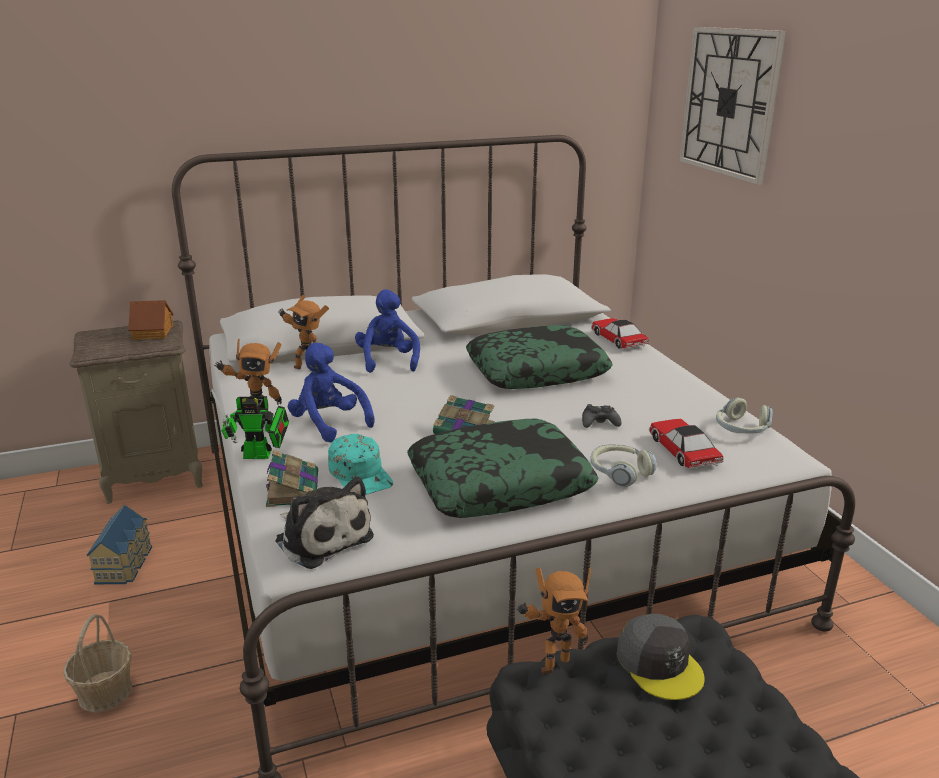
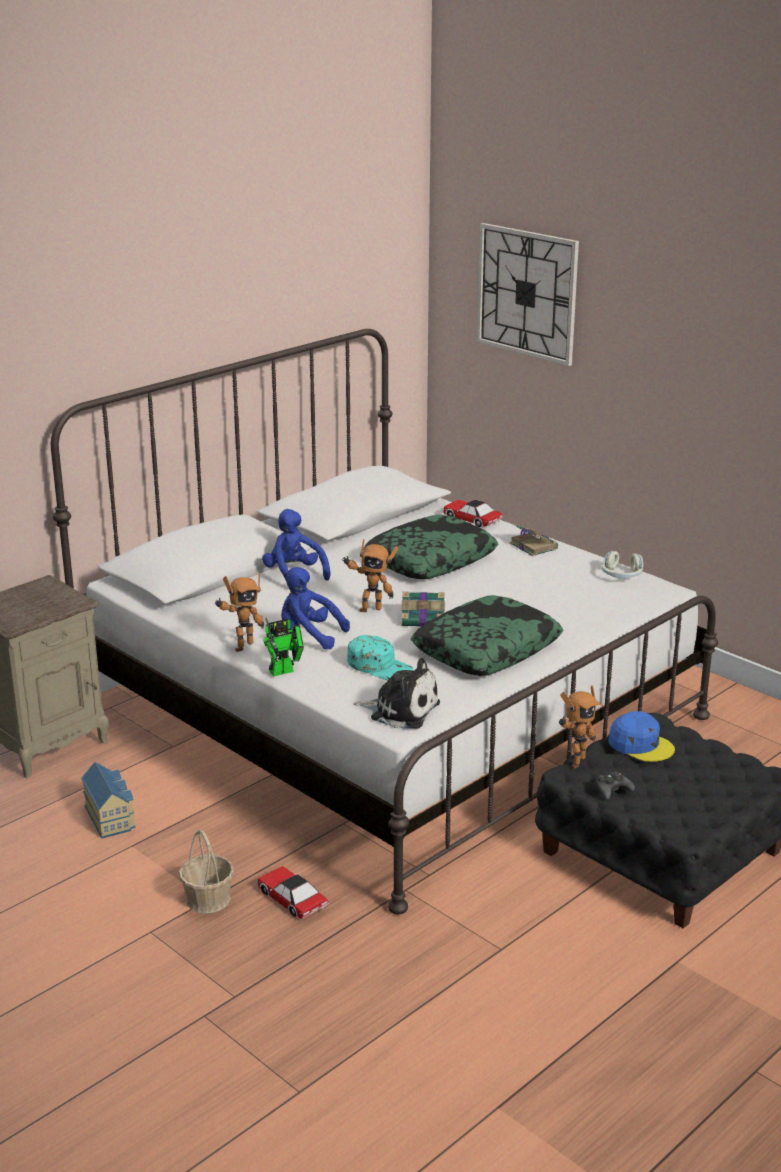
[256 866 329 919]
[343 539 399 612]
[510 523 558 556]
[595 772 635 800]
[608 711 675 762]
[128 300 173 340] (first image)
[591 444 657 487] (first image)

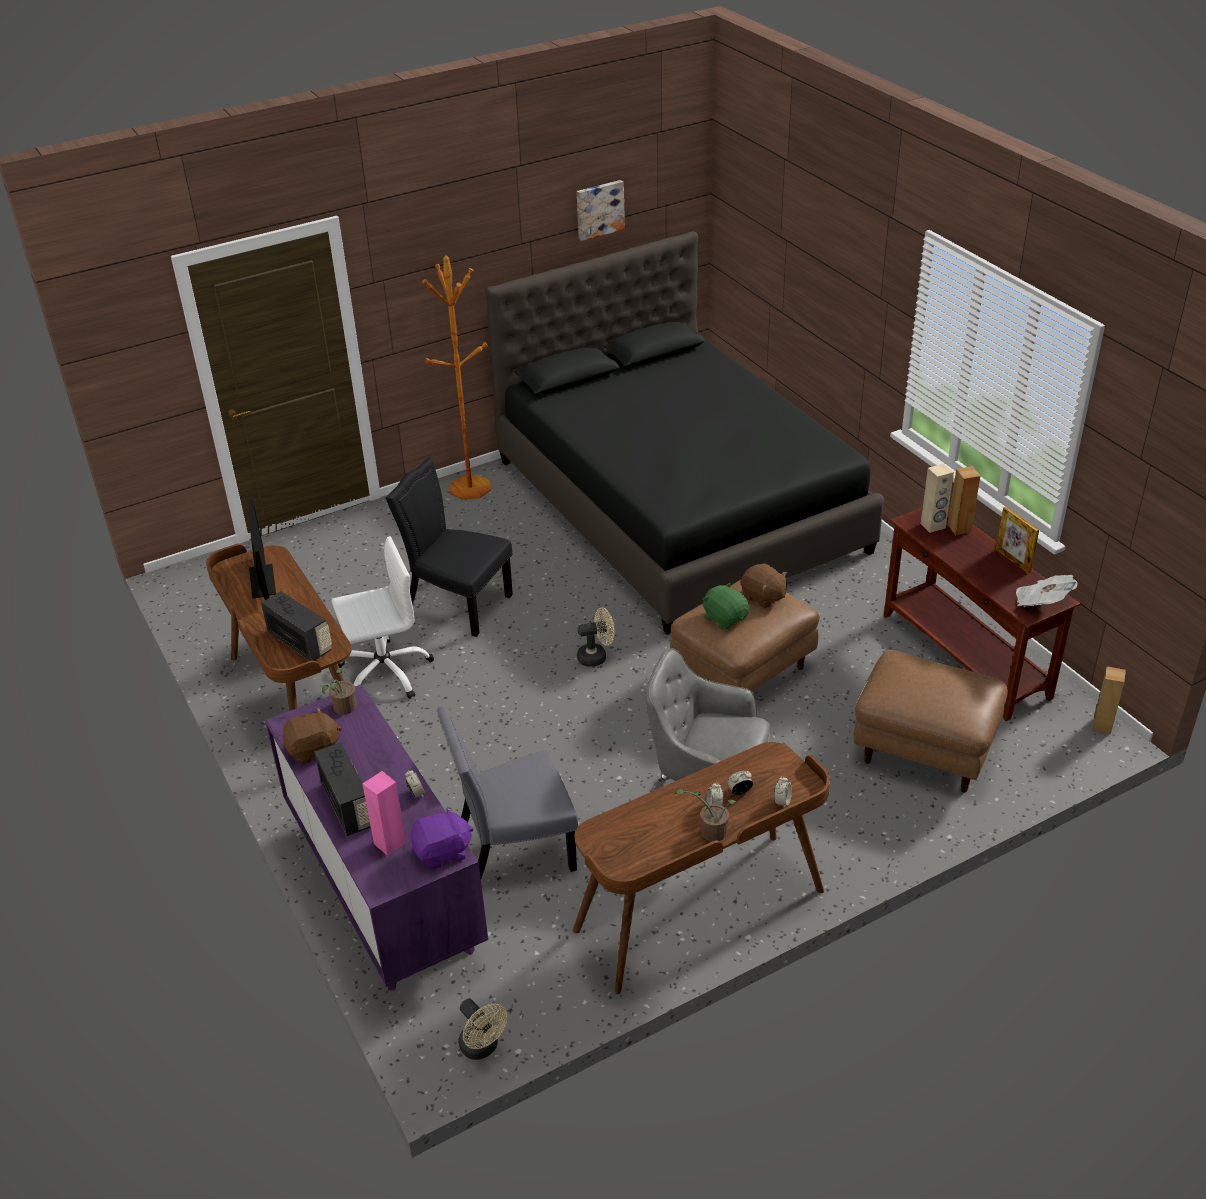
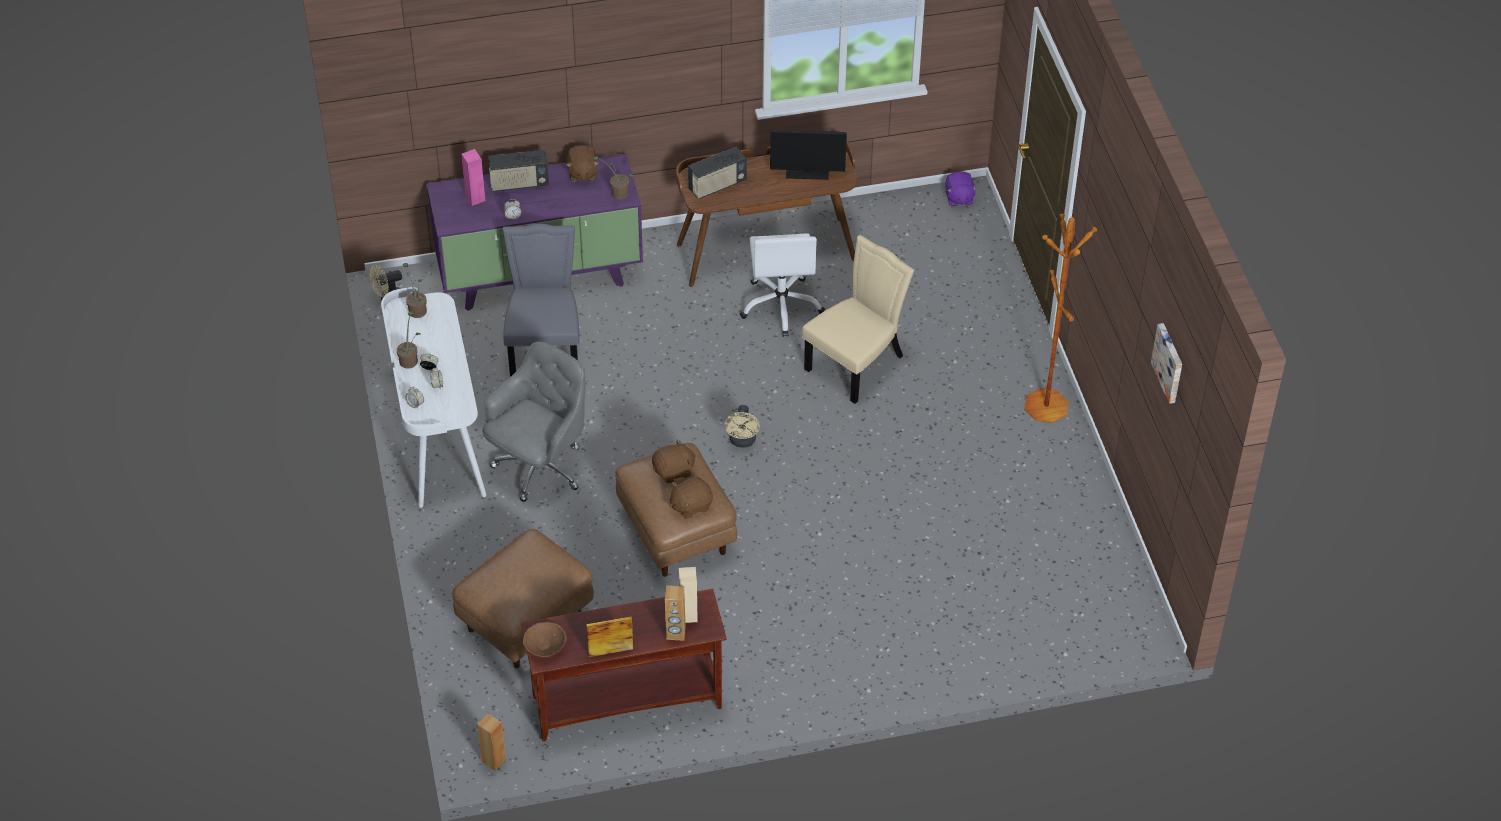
[381 287 487 508]
[403 263 427 318]
[523 622 567 657]
[652 439 696 483]
[802 235 914 404]
[945 171 978 206]
[485 231 884 635] (first image)

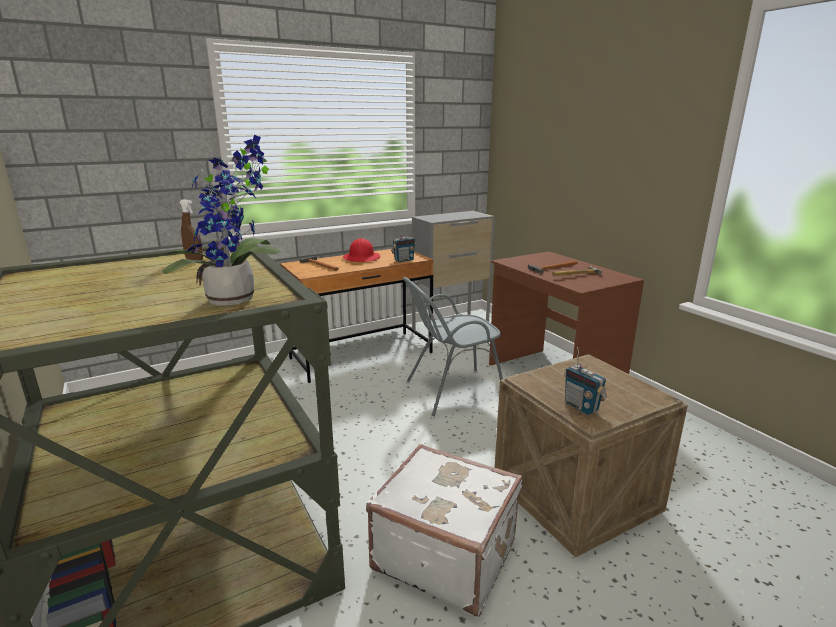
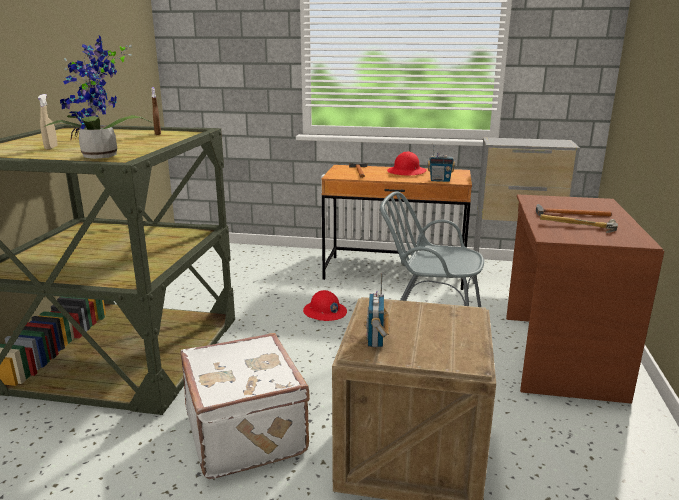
[38 94 57 149]
[303 290 347 321]

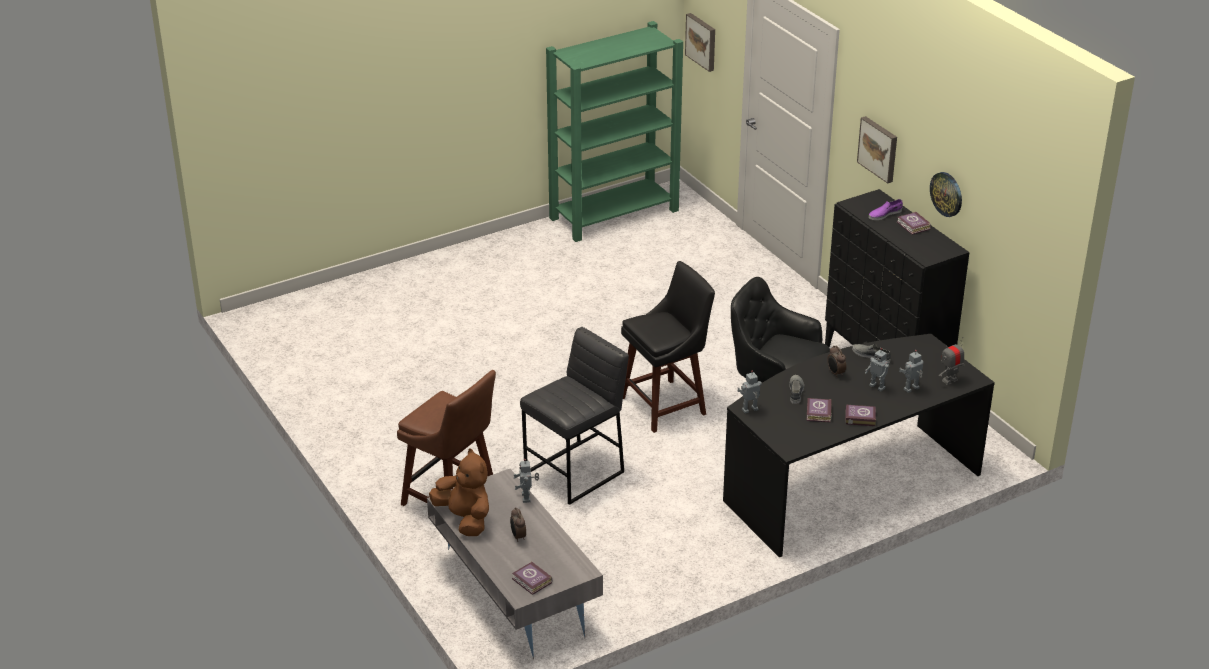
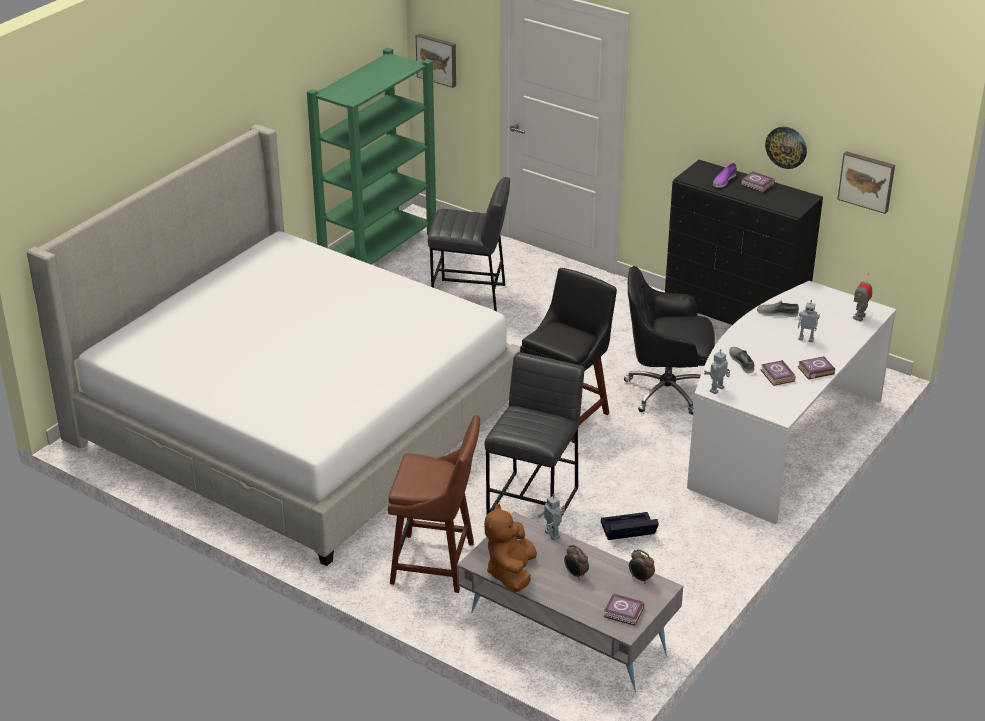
[27 124 520 566]
[428 177 510 312]
[484 503 537 592]
[601 512 659 540]
[629 549 655 584]
[687 281 896 525]
[837 151 895 214]
[899 350 924 393] (first image)

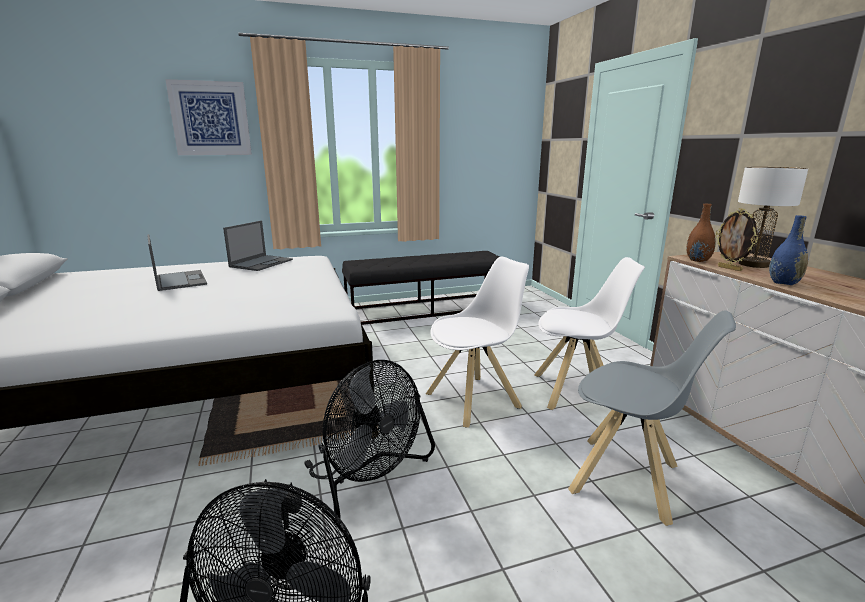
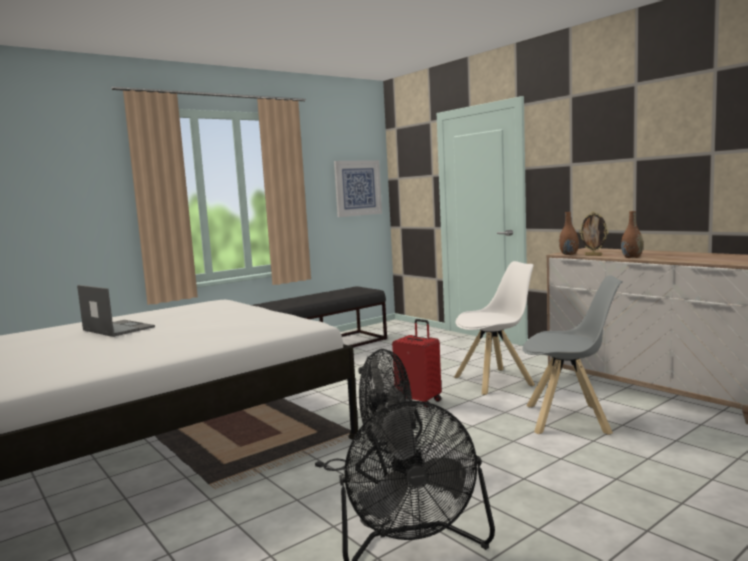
[334 160 382 217]
[392 319 442 407]
[621 211 643 258]
[223 221 293 271] (first image)
[738 167 808 268] (first image)

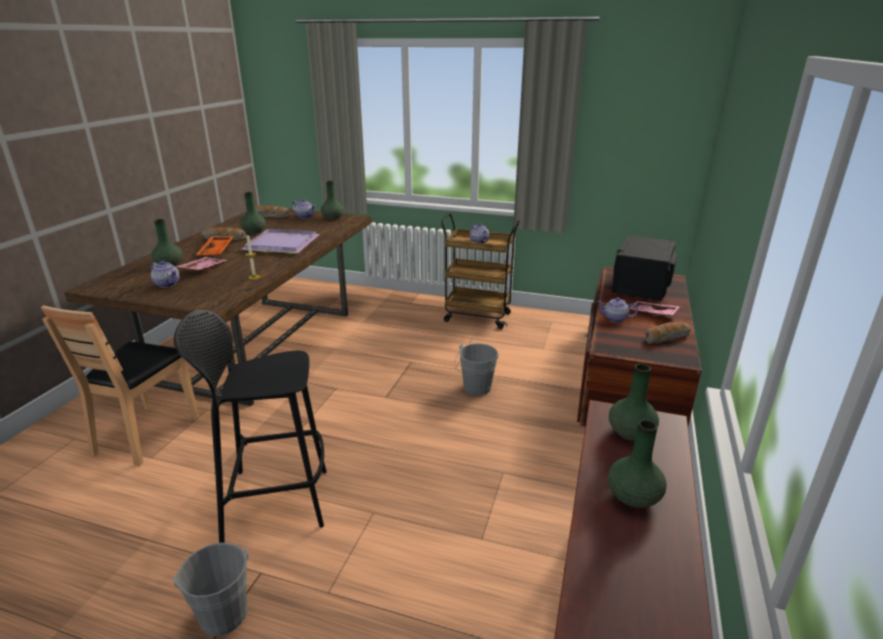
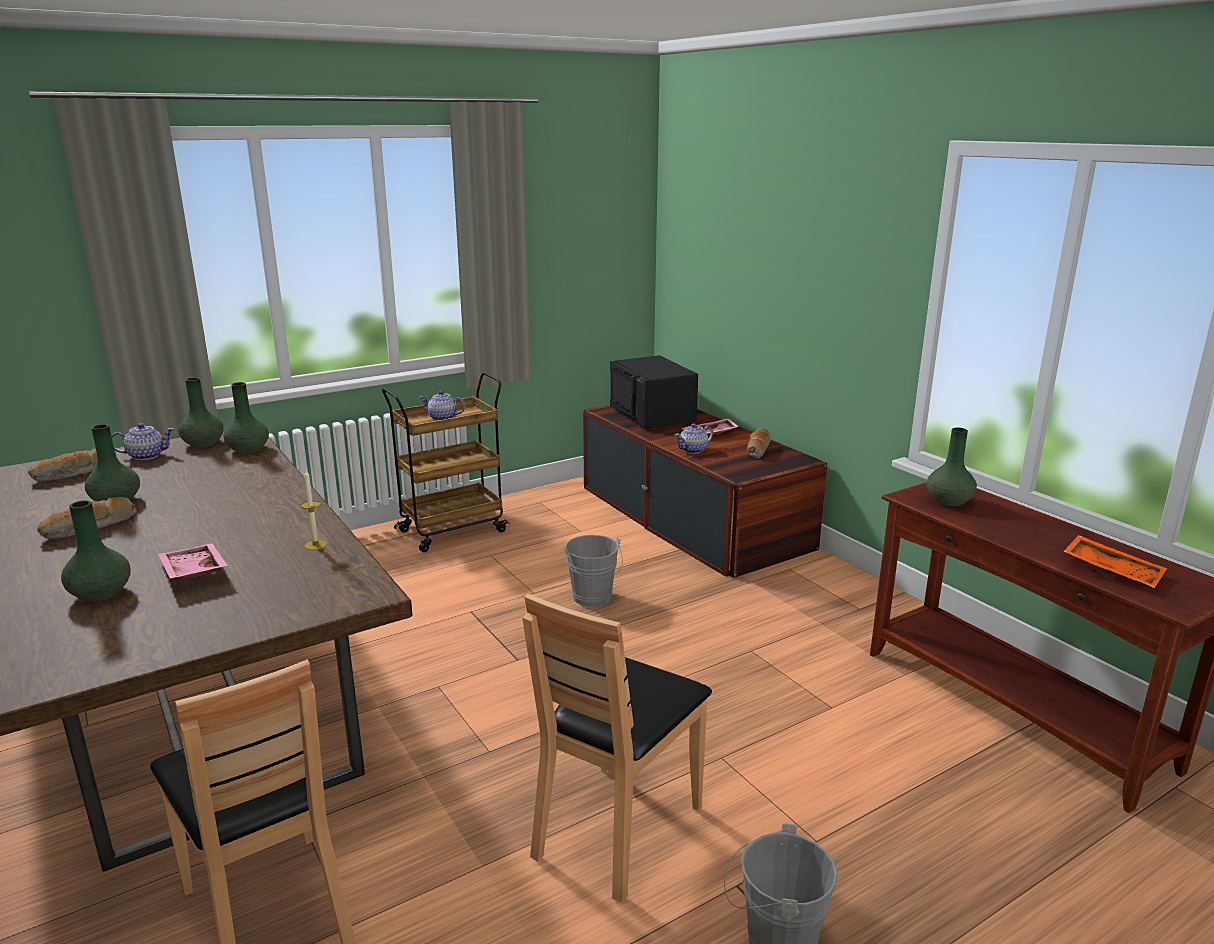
[223 382 269 454]
[522 593 712 902]
[1064 535 1167 588]
[151 261 179 288] (first image)
[240 229 320 254] (first image)

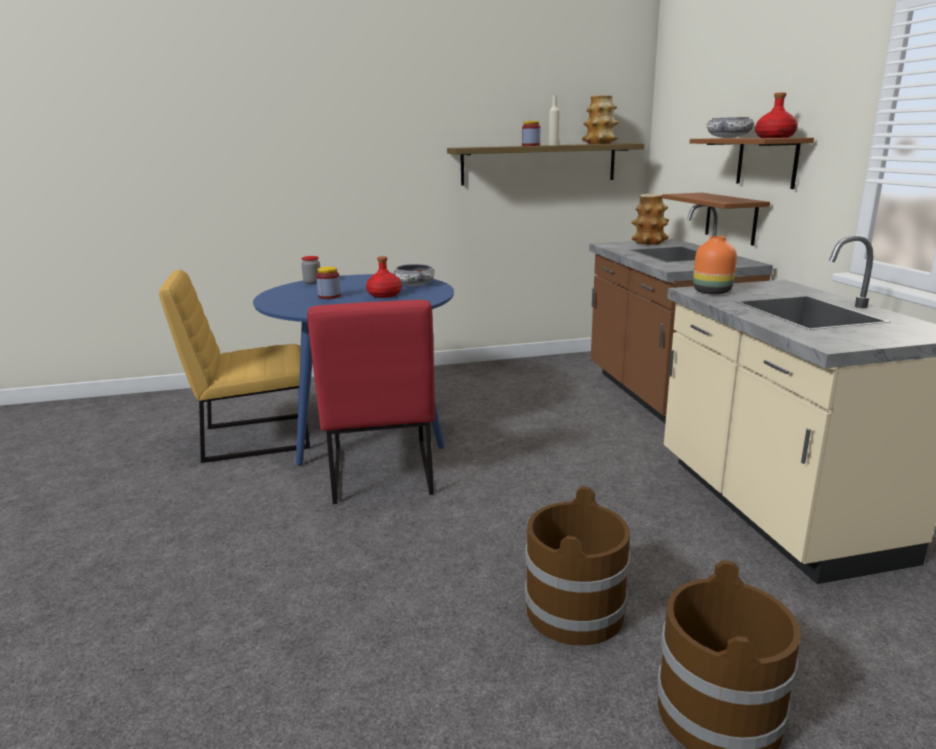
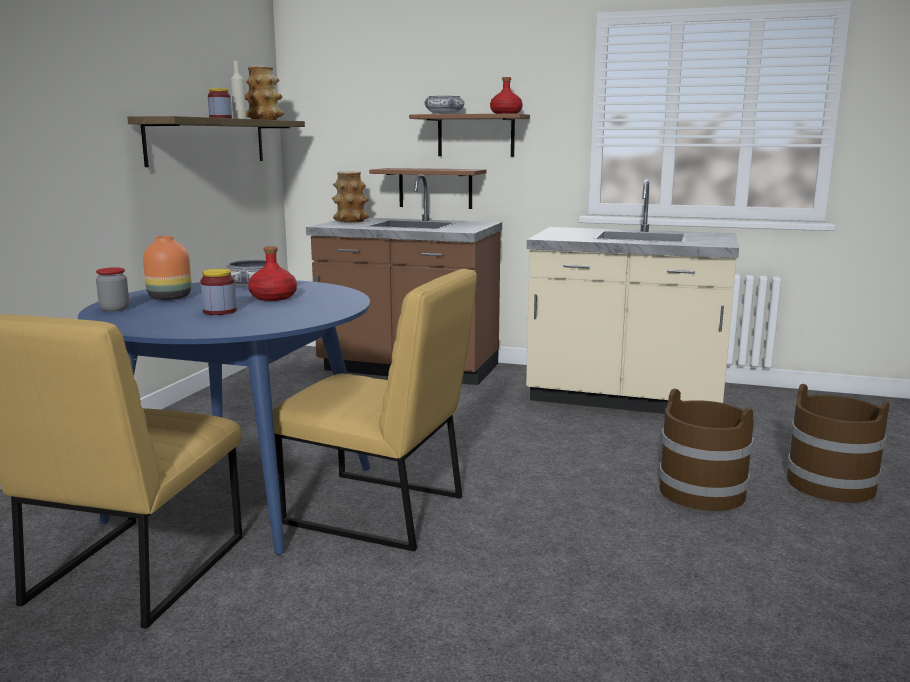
[143 236 192 300]
[273 269 477 552]

